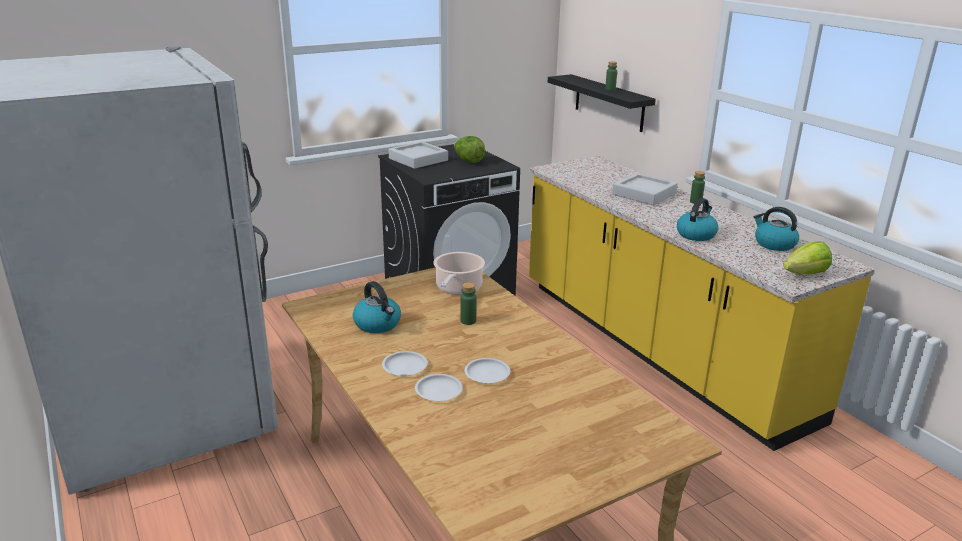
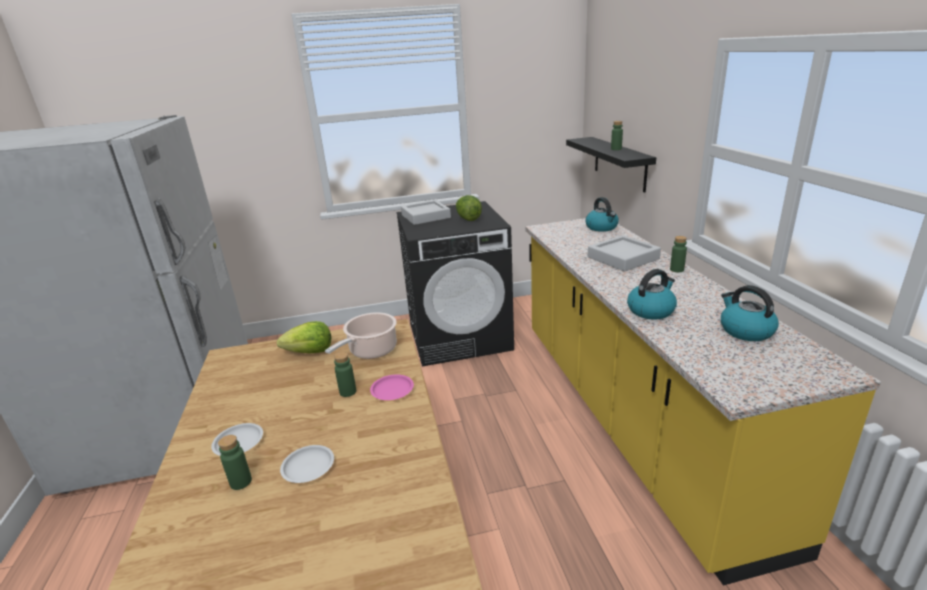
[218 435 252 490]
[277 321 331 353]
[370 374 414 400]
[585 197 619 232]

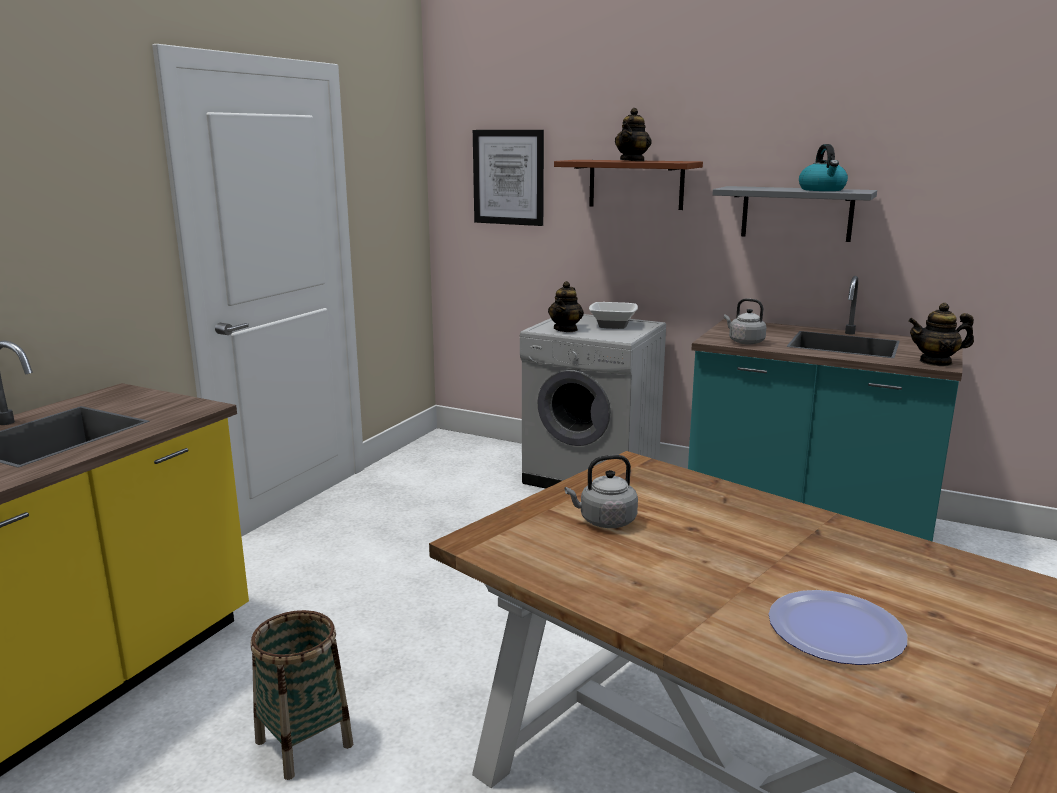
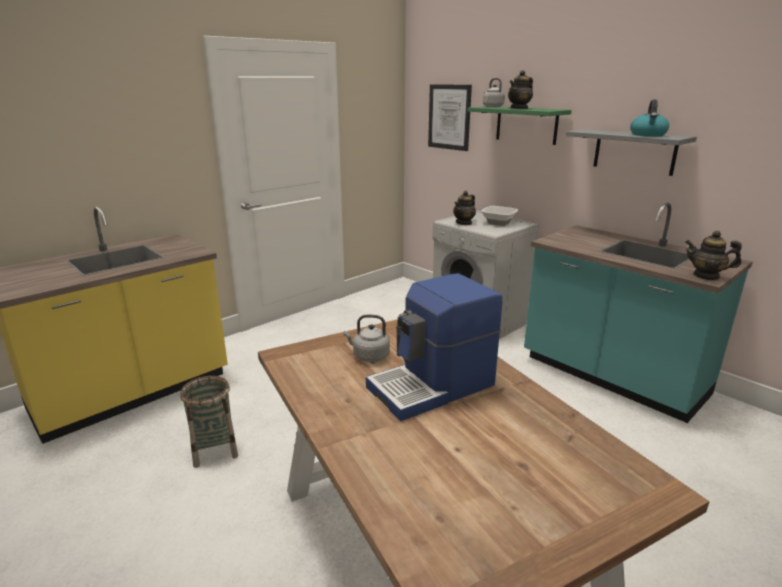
[366 273 502 421]
[467 106 572 145]
[483 78 505 107]
[769 590 907 665] (first image)

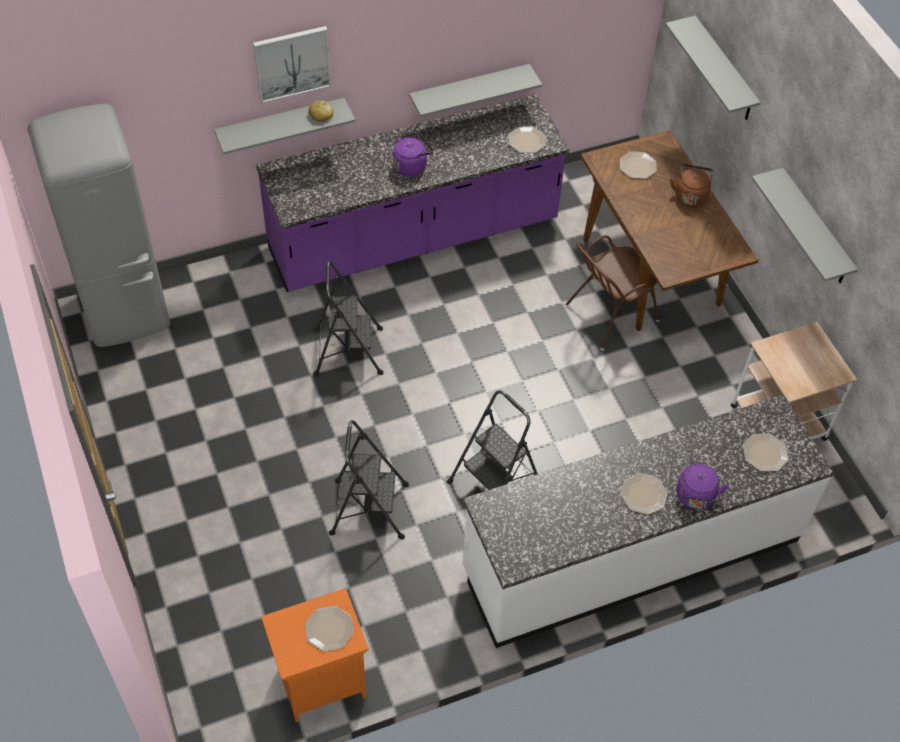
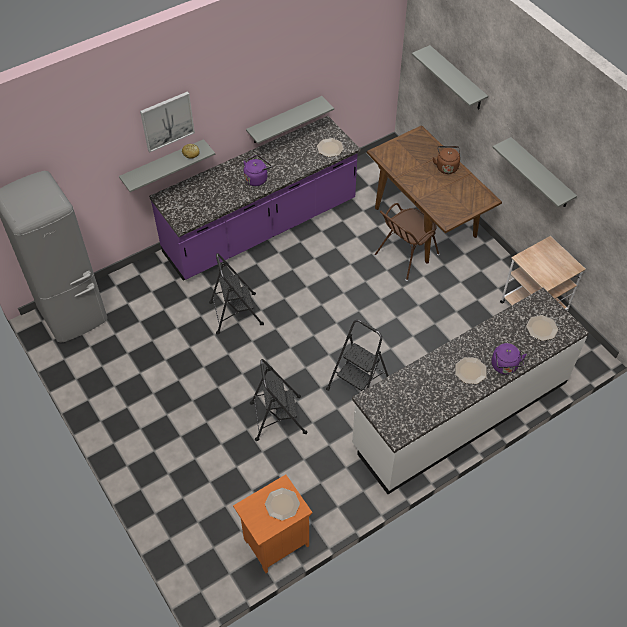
[620 151 657 179] (first image)

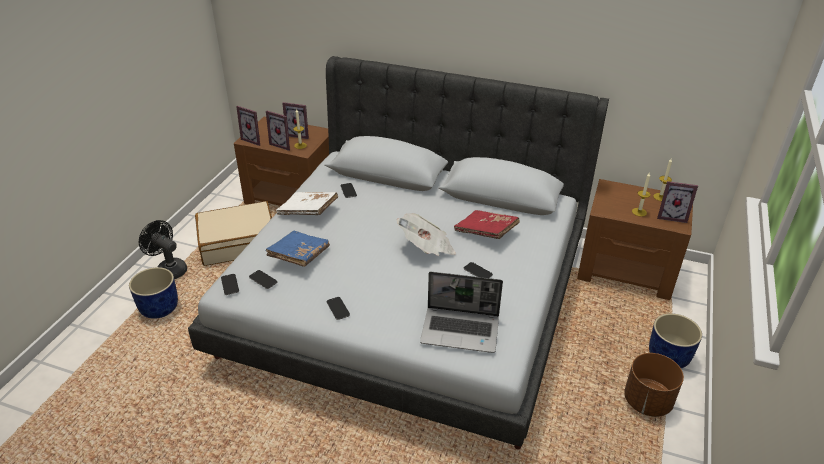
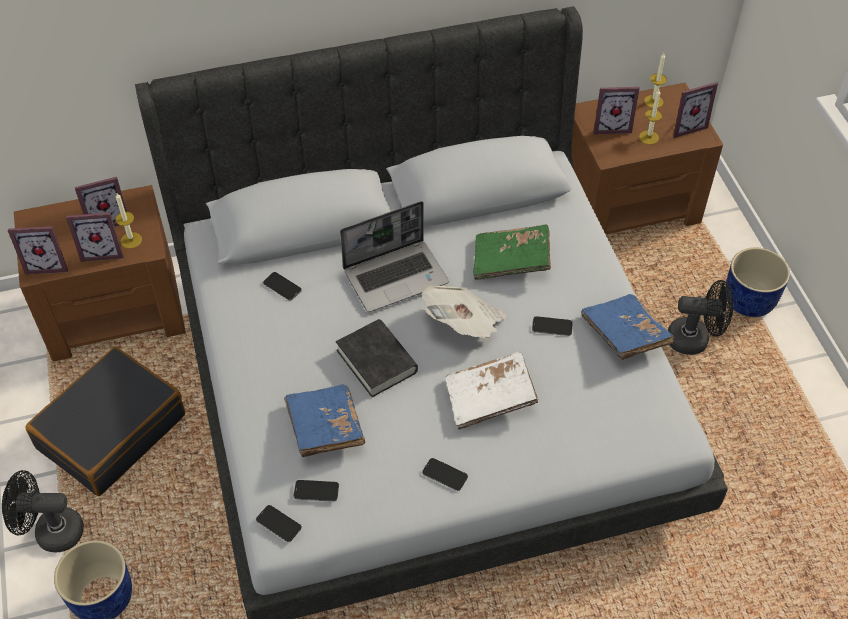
[25 347 185 496]
[336 319 418 397]
[340 201 449 312]
[445 352 538 430]
[473 225 551 280]
[581 294 674 360]
[594 87 640 134]
[668 280 733 355]
[624 353 684 417] (first image)

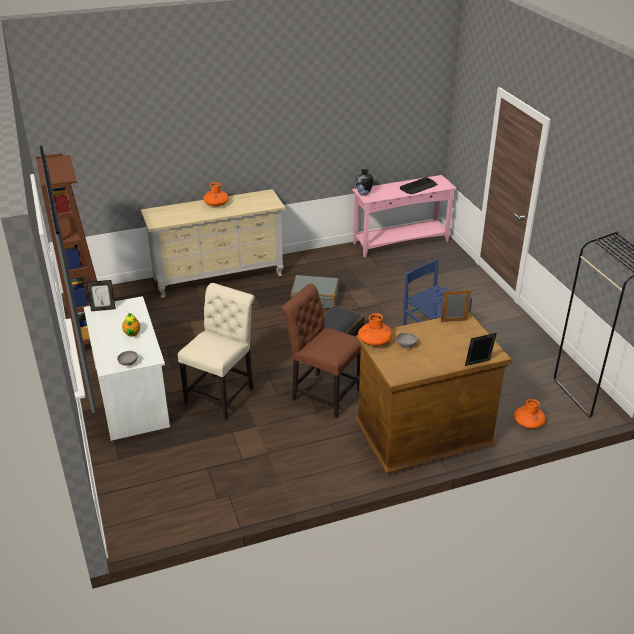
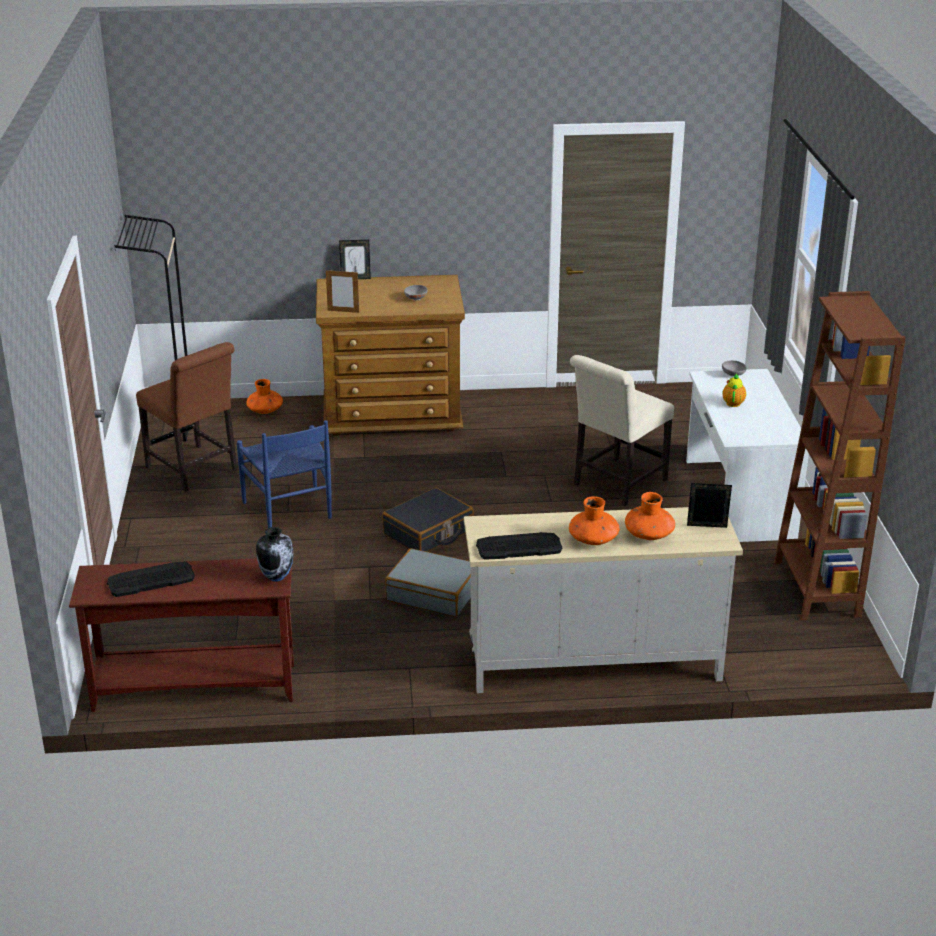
[69 558 294 712]
[136 342 238 492]
[476 532 563 560]
[625 492 675 540]
[687 483 732 528]

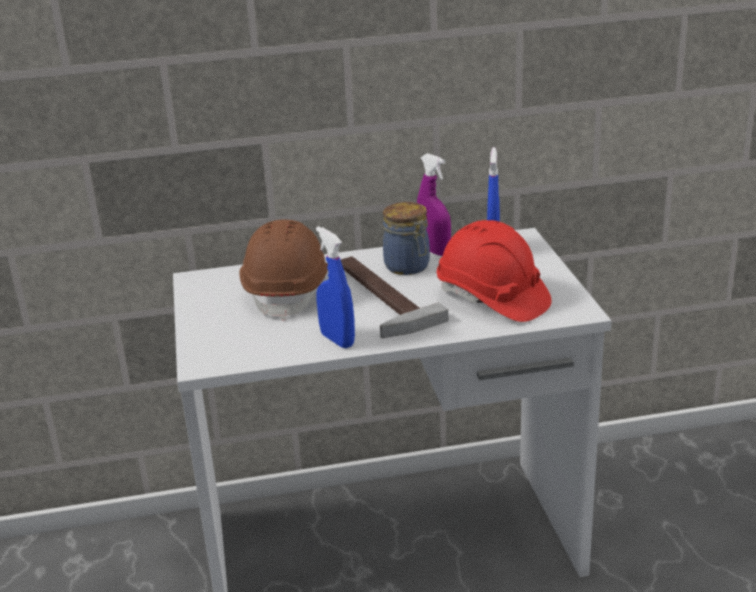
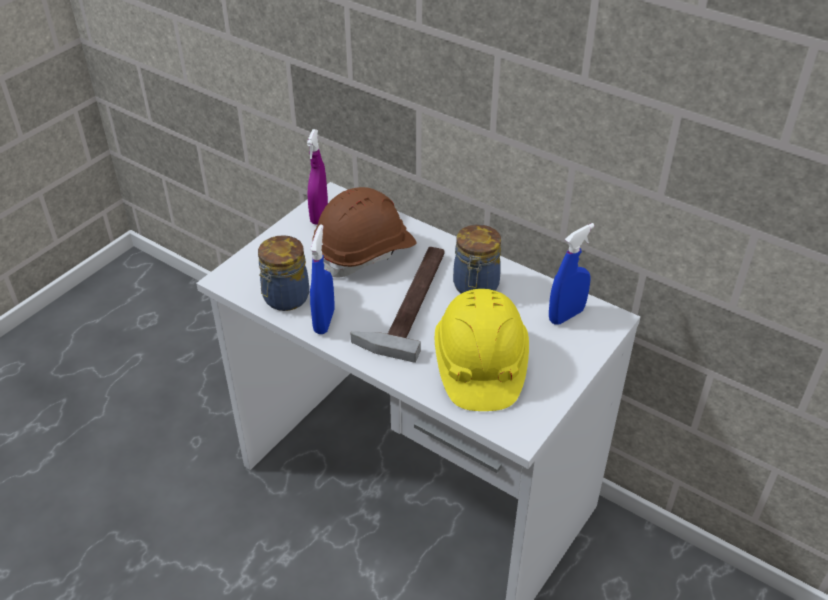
[258 235 309 311]
[307 129 328 225]
[435 289 529 411]

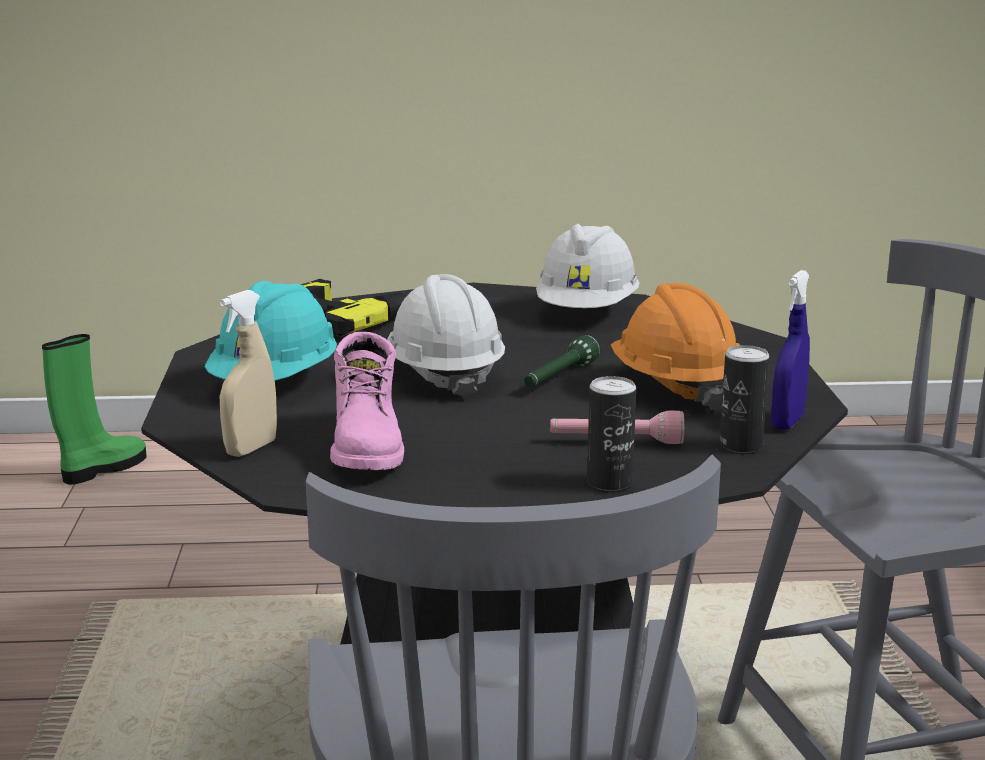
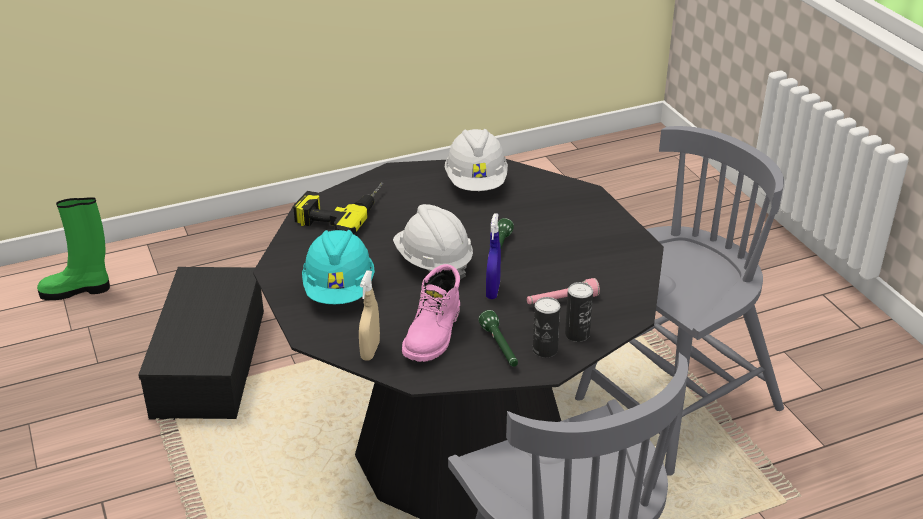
[37 197 110 300]
[138 267 264 420]
[402 264 460 362]
[479 310 518 367]
[486 213 501 299]
[533 297 560 358]
[611 283 740 410] (first image)

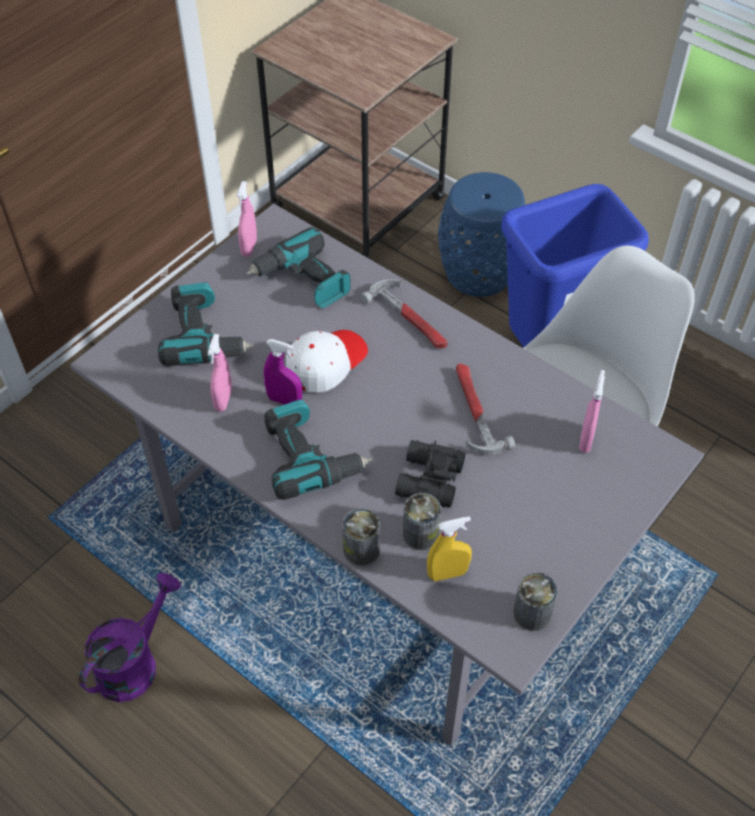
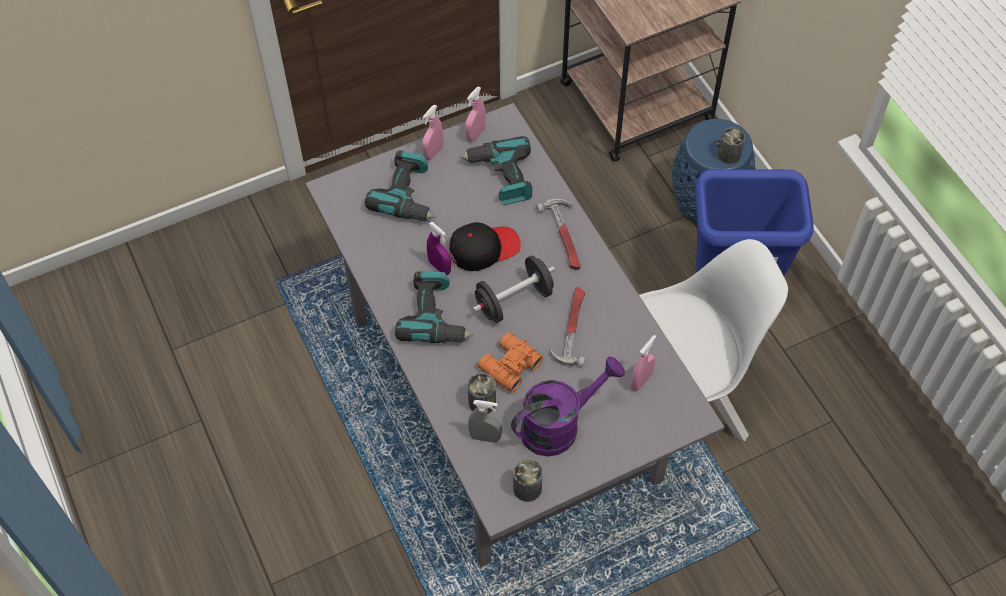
[422 105 443 160]
[449 222 521 271]
[468 400 502 443]
[473 256 555 323]
[478 332 543 392]
[511 357 625 457]
[718 127 745 165]

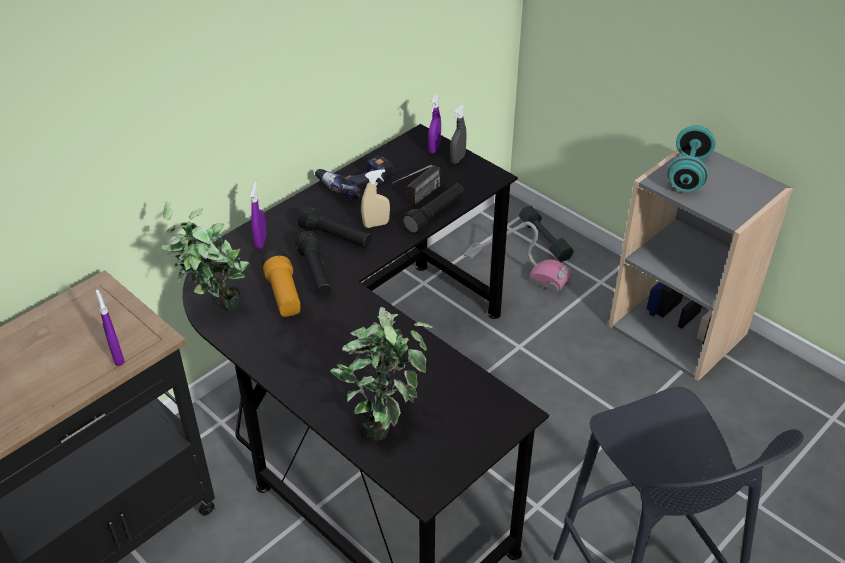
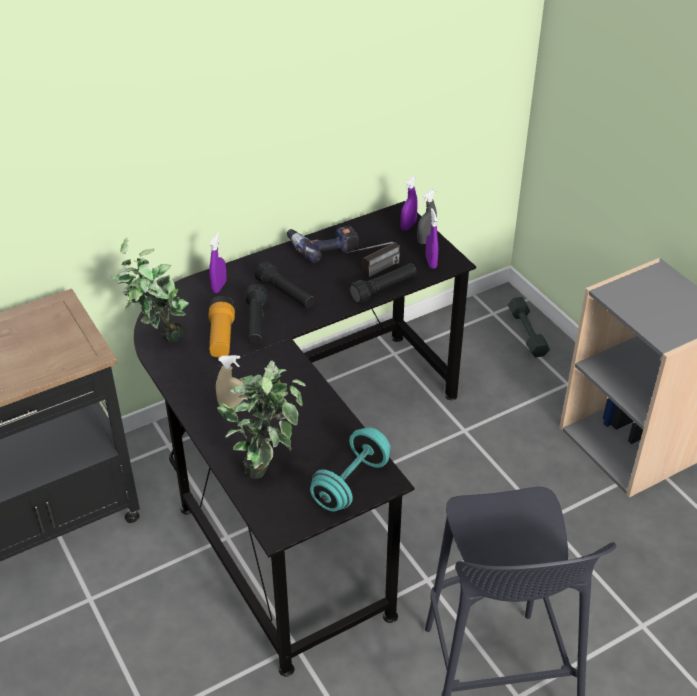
[216 355 247 409]
[310 427 390 512]
[426 208 438 269]
[464 222 572 293] (first image)

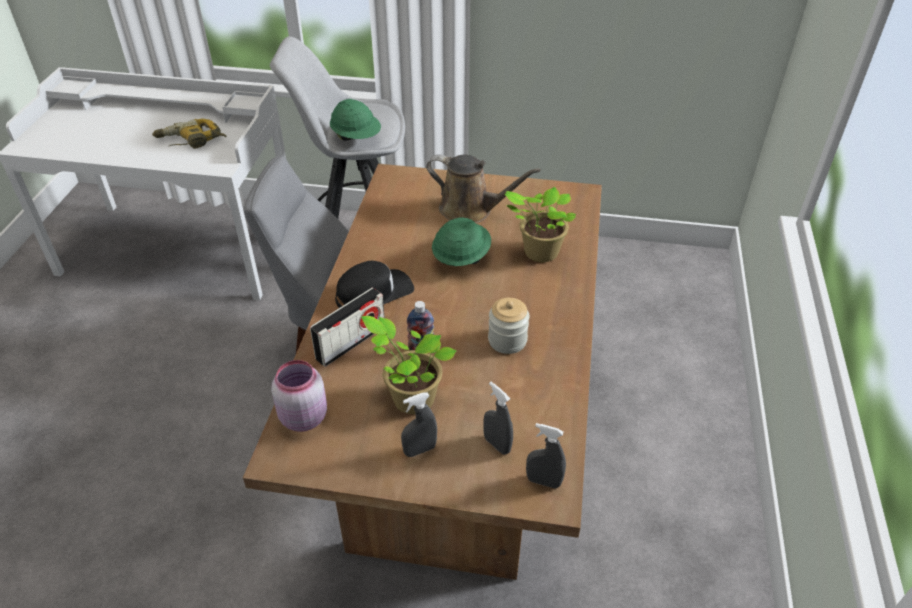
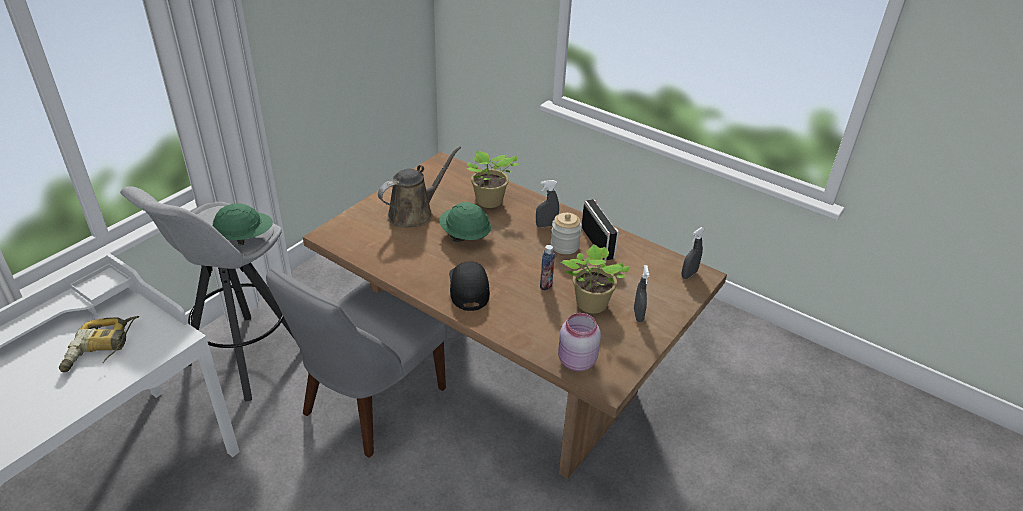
[536 180 559 227]
[582 199 619 260]

